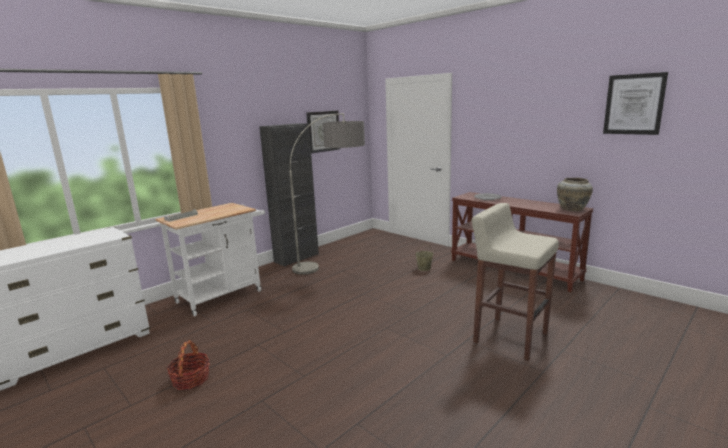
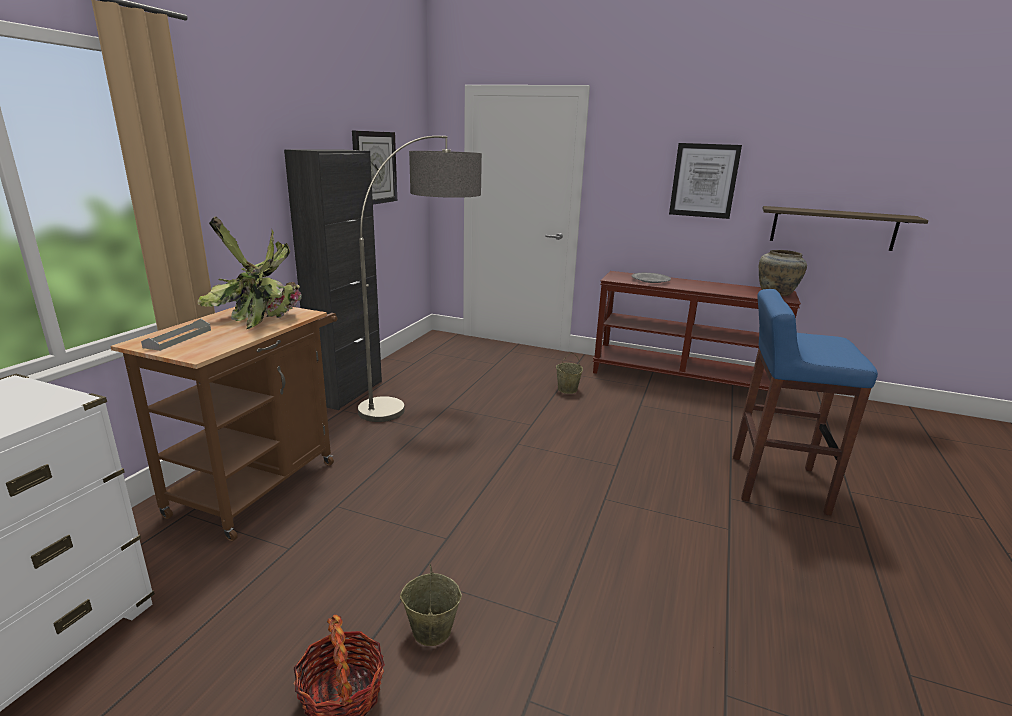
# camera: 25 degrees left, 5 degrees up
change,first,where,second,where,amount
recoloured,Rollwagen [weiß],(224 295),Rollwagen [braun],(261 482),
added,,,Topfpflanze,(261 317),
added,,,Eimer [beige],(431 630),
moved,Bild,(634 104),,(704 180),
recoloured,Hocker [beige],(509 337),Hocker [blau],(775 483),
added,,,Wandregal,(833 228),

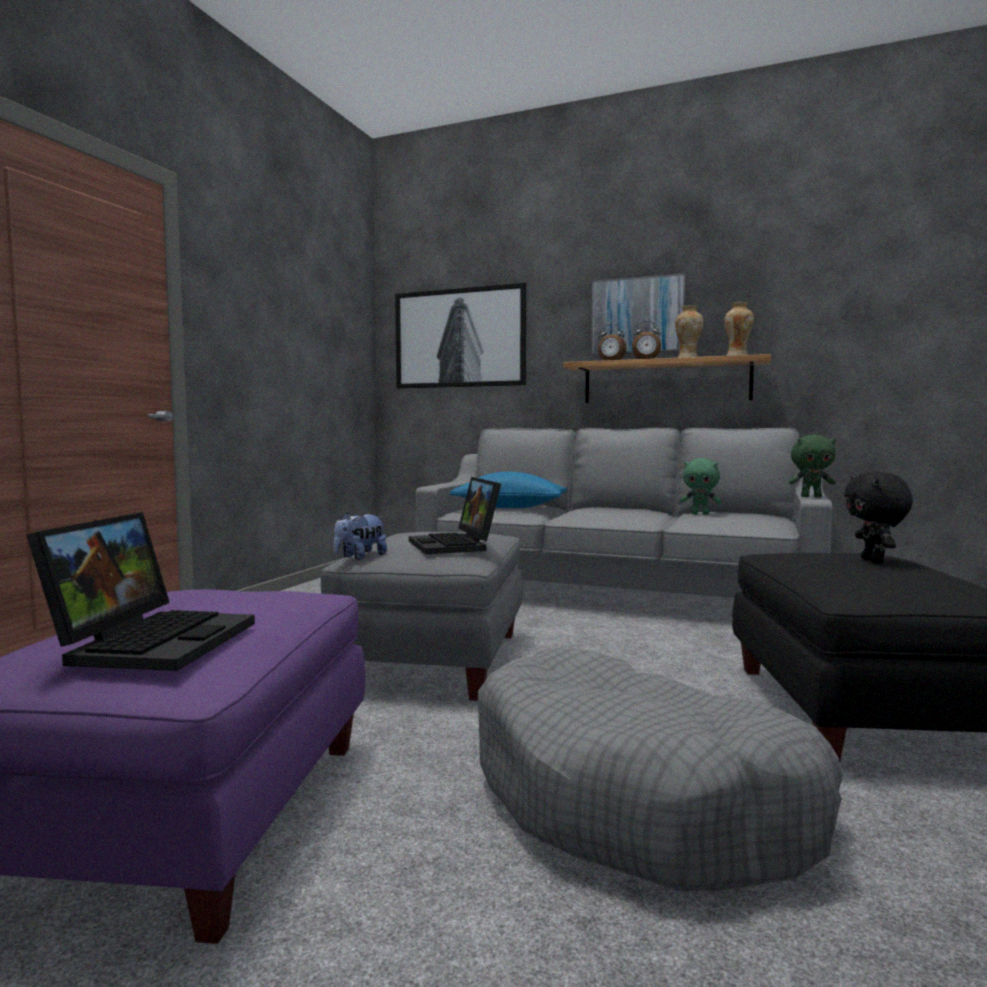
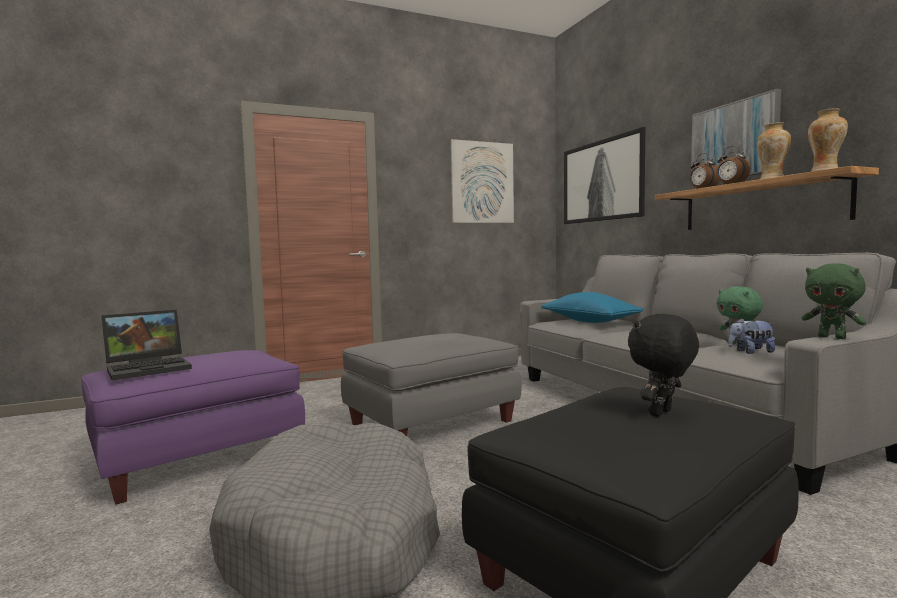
# camera: 45 degrees right, 0 degrees up
change,first,where,second,where,amount
added,,,Bild,(482 182),
moved,Plüschtier,(360 557),,(750 352),
removed,Laptop,(456 545),,,

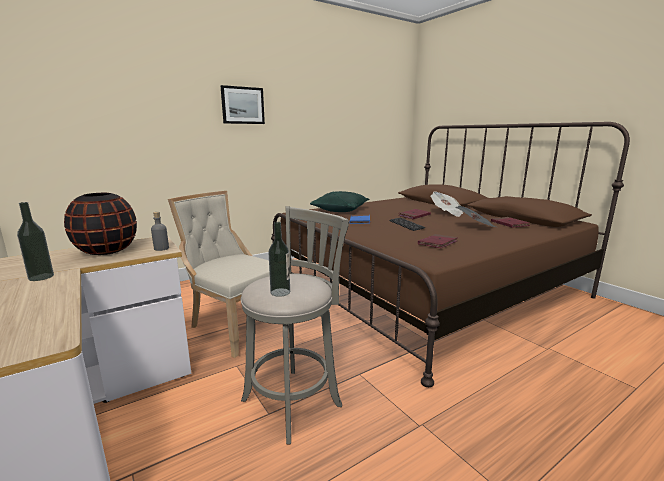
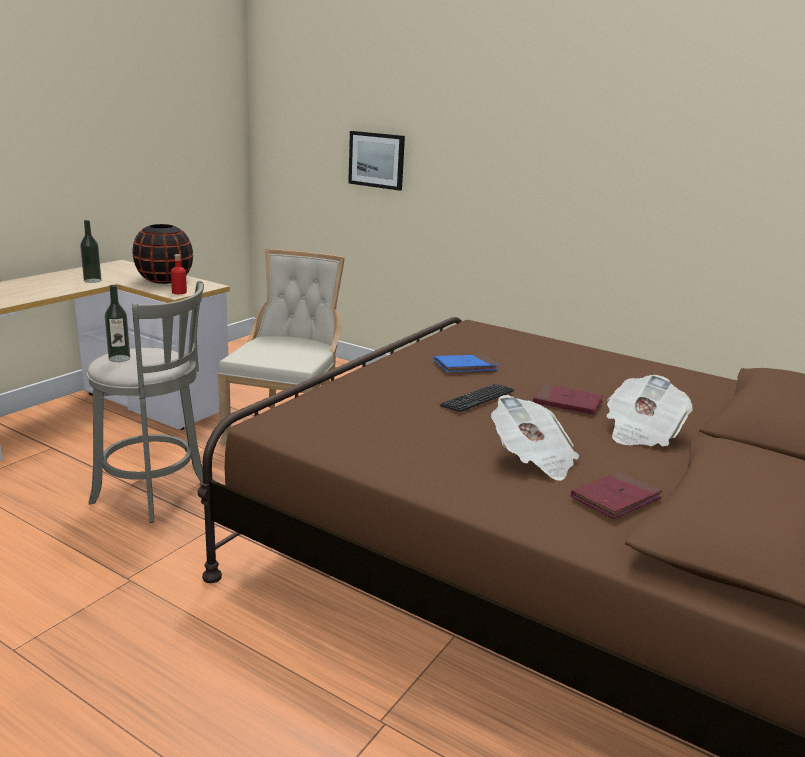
# camera: 65 degrees right, 5 degrees up
change,first,where,second,where,amount
recoloured,Flasche [grau],(161 248),Flasche [rot],(179 292),
moved,Bild,(242 105),,(377 160),
removed,Kissen [grün],(340 210),,,
removed,Buch [rot],(437 243),,,

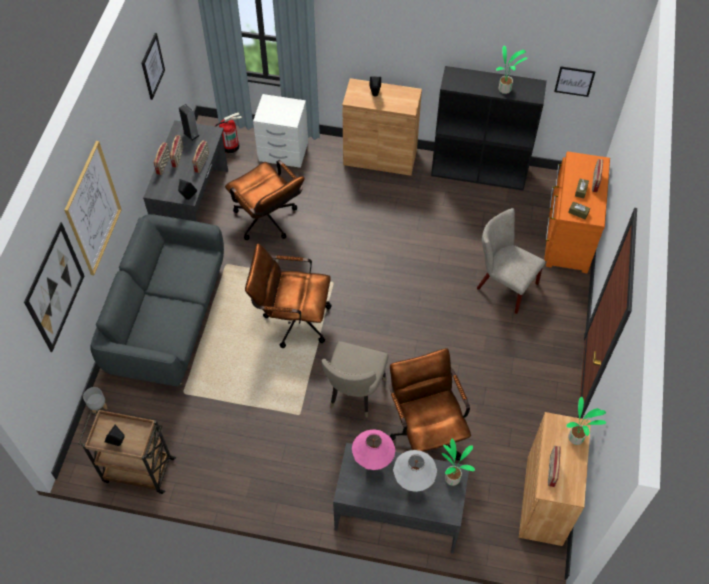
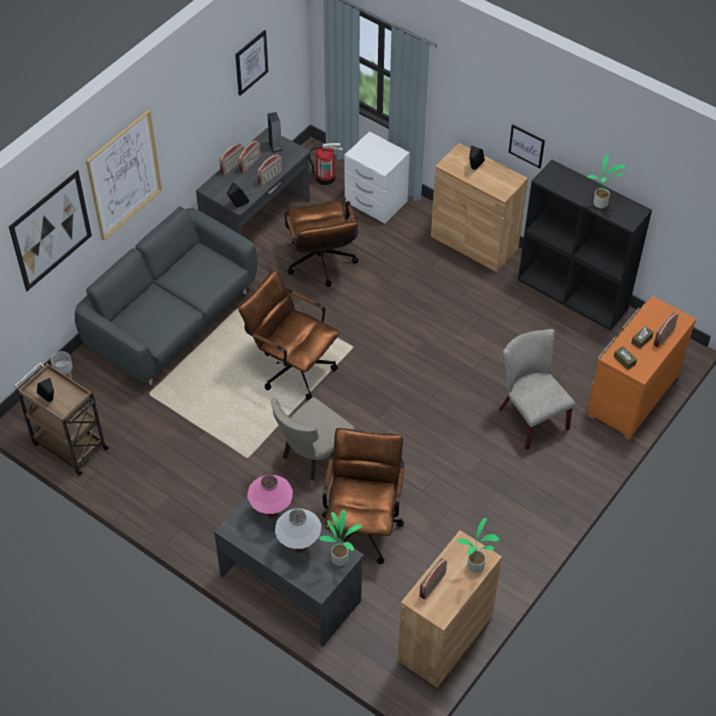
# camera: 25 degrees right, 5 degrees down
change,first,where,second,where,amount
moved,Bild,(574 81),,(526 146),

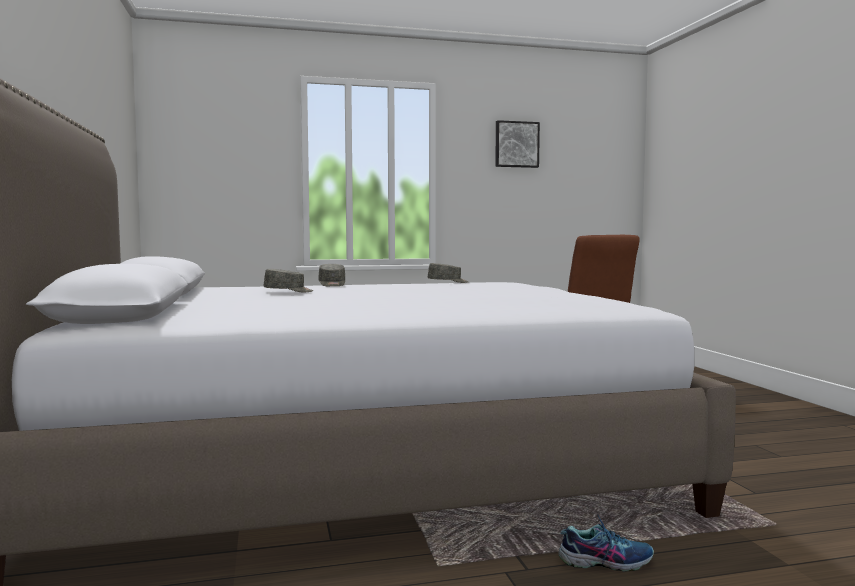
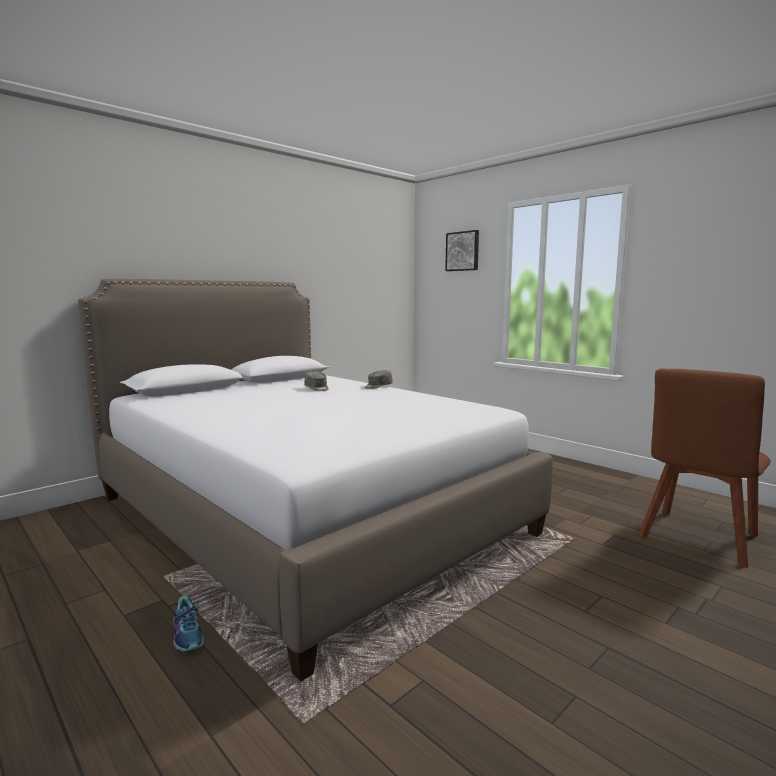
# camera: 60 degrees right, 5 degrees up
change,first,where,second,where,amount
moved,Bild,(516 144),,(463 251),
removed,Kappe [grau],(448 282),,,

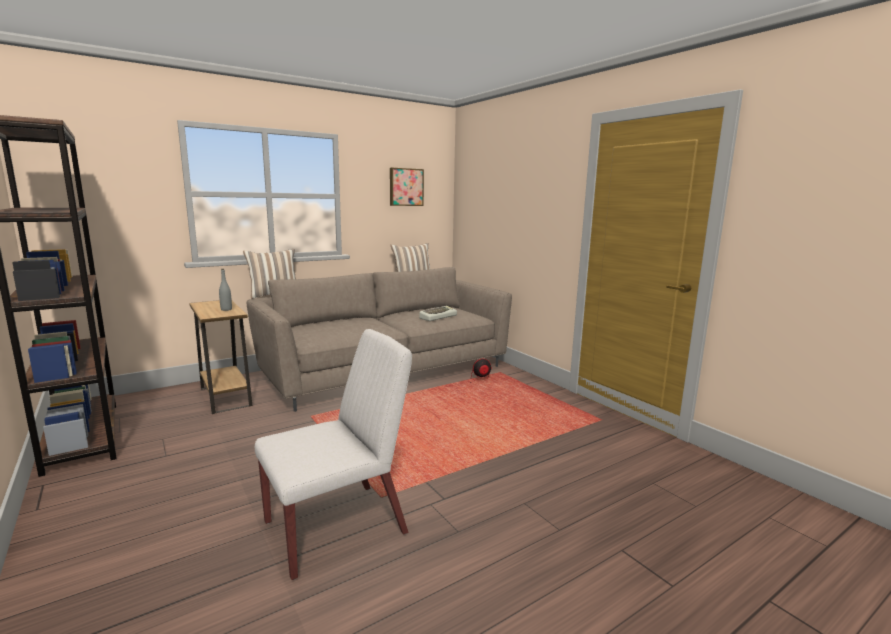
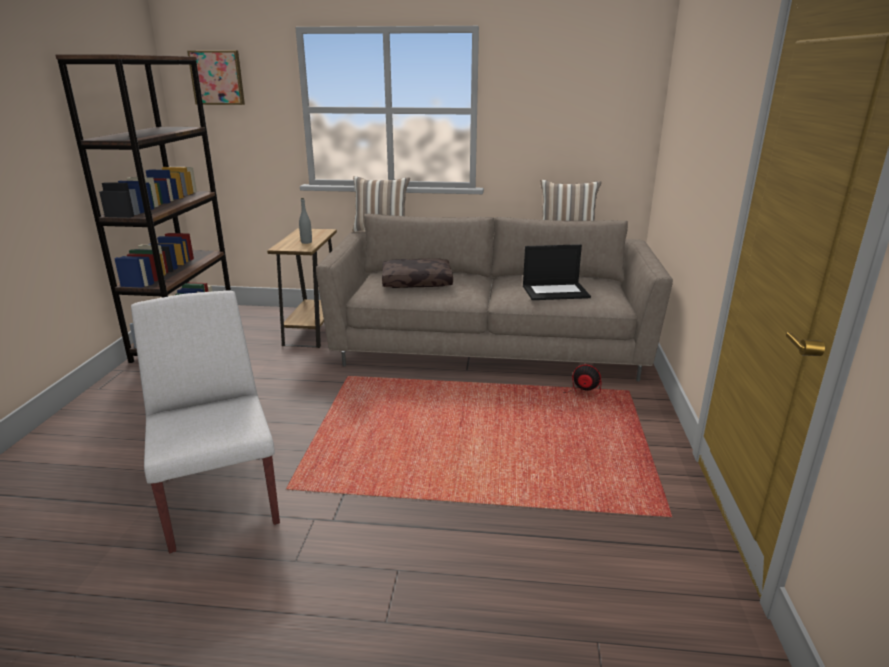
# camera: 40 degrees right, 10 degrees up
change,first,where,second,where,amount
turned,Stuhl [weiß],(337 527),,(220 499),120 degrees counterclockwise
moved,Bild,(405 187),,(217 77),
added,,,Kissen [braun],(417 282),
replaced,Tastatur,(438 316),Laptop,(556 291),

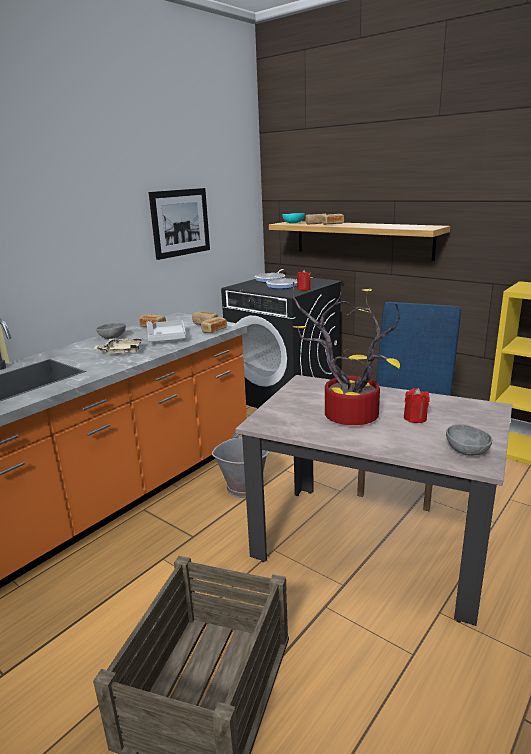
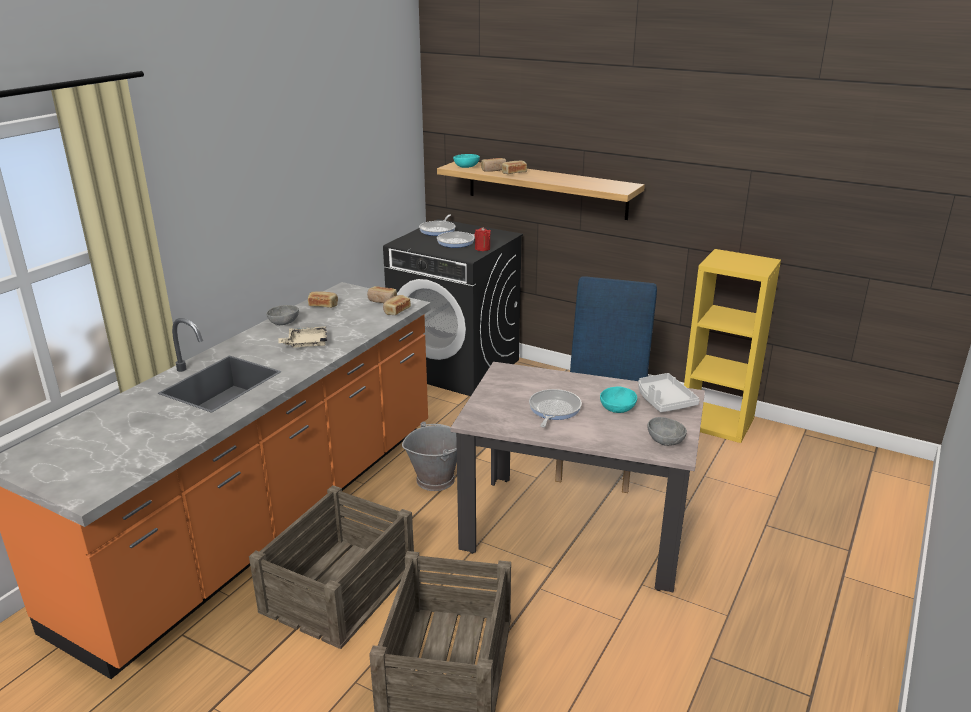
# camera: 10 degrees left, 5 degrees up
change,first,where,second,where,amount
added,,,Kiste,(338 588),
replaced,Topfpflanze,(345 416),Pfanne,(553 410),
replaced,Kerze [rot],(415 418),Schüssel [türkis],(618 409),
moved,Tablett [grau],(167 338),,(663 400),
removed,Bild,(180 222),,,

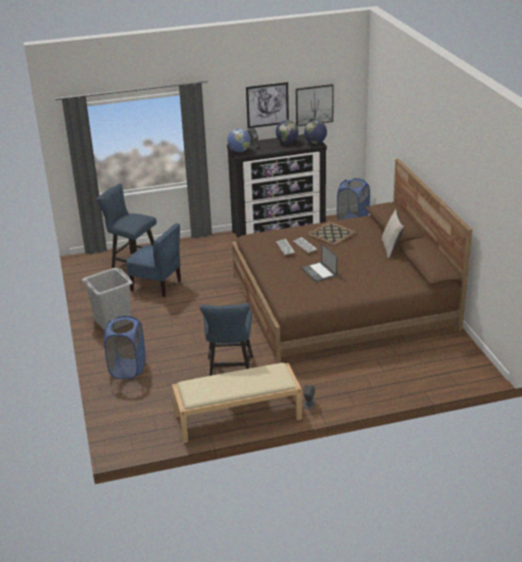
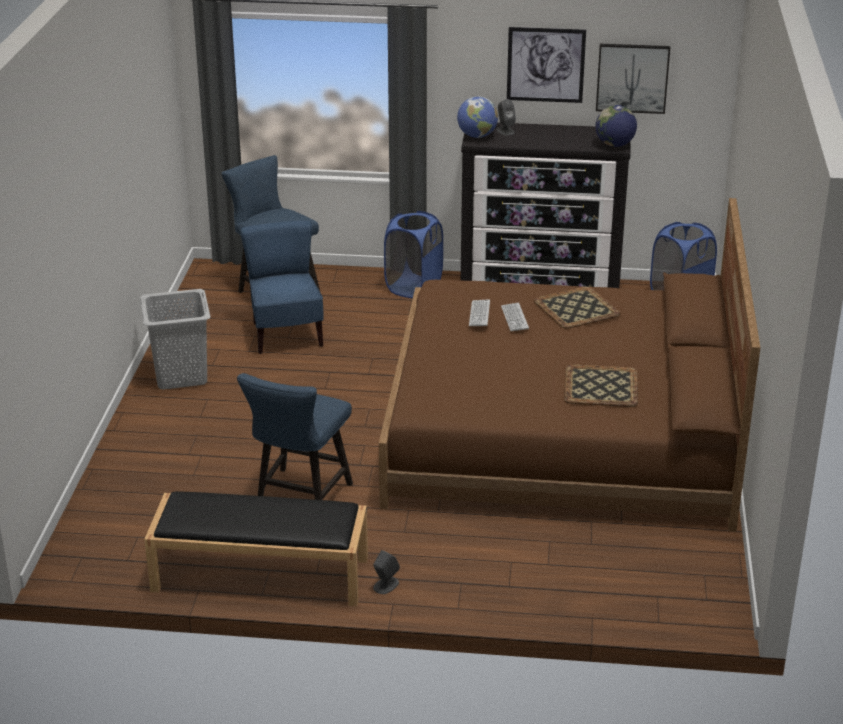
# camera: 20 degrees right, 0 degrees up
change,first,where,second,where,amount
recoloured,Bank [beige],(237 417),Bank [schwarz],(259 575),
turned,Stuhl [blau],(157 285),,(285 335),150 degrees counterclockwise
moved,Wäschekorb [blau],(127 369),,(413 287),
added,,,Tablett,(600 387),
removed,Globus,(287 142),,,
removed,Laptop,(319 272),,,
removed,Kissen [beige],(391 249),,,

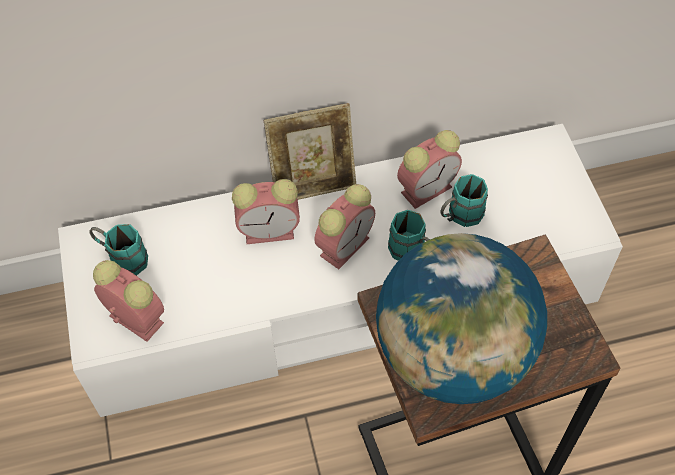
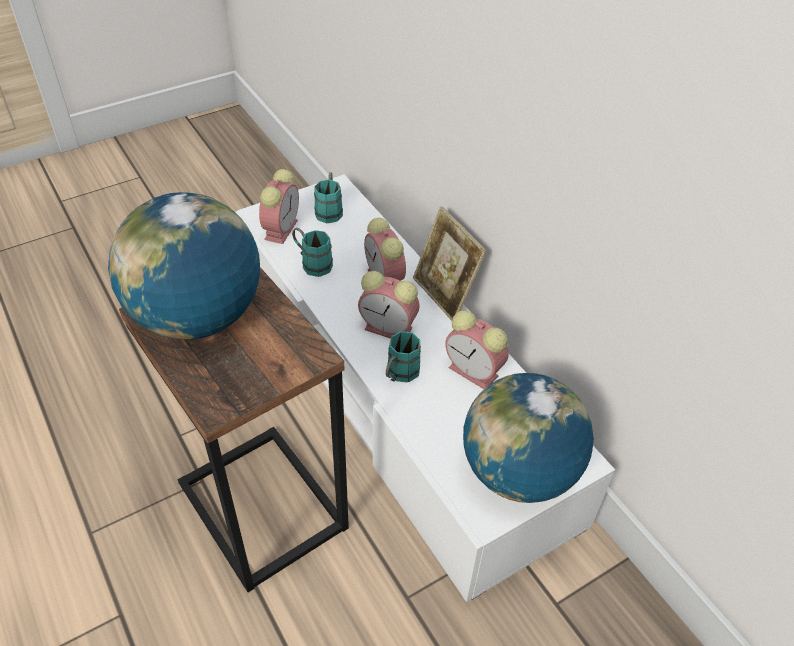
# camera: 70 degrees right, 10 degrees down
change,first,where,second,where,amount
moved,Henkelbecher [türkis],(459 216),,(312 263),
added,,,Globus,(518 472),

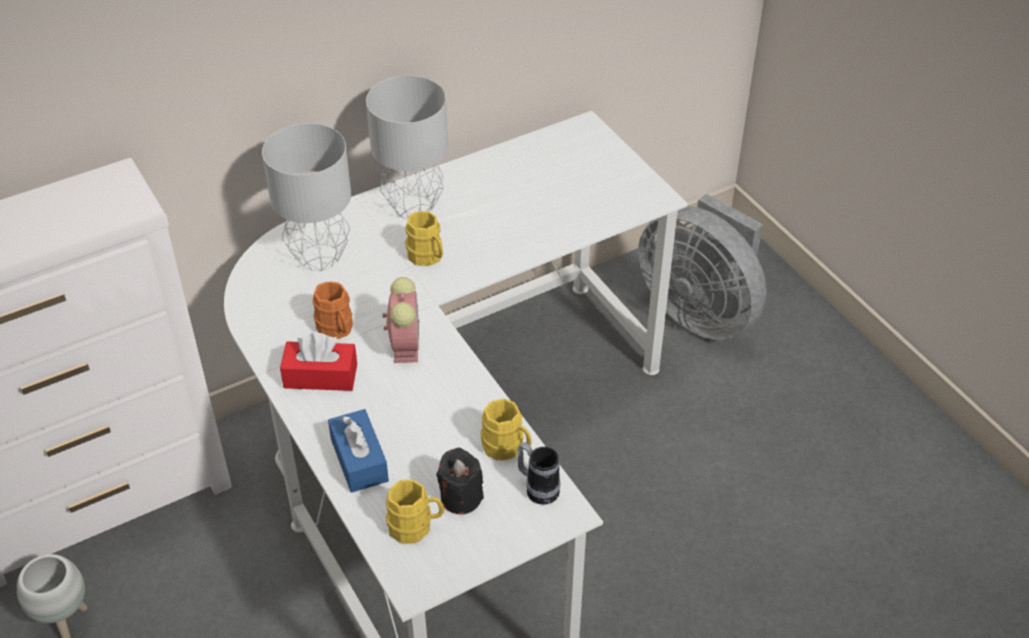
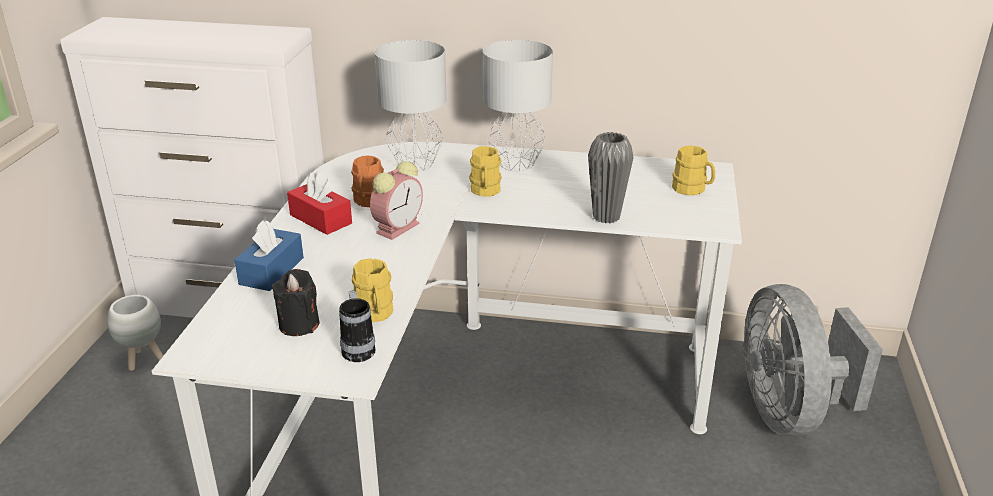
# camera: 40 degrees right, 15 degrees down
change,first,where,second,where,amount
added,,,Vase [grau],(606 217),
moved,Henkelbecher [gelb],(416 527),,(692 190),

